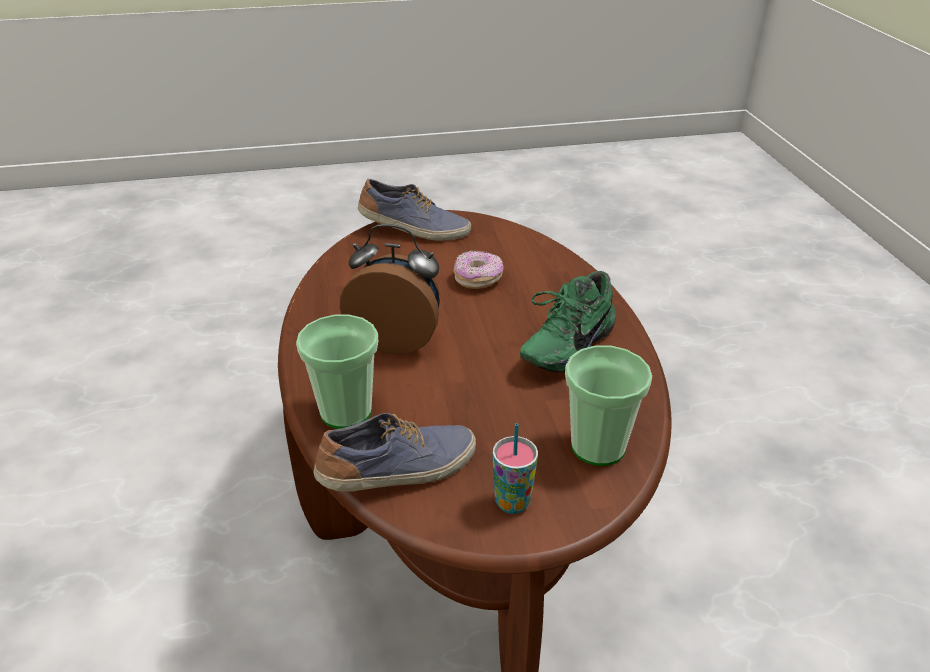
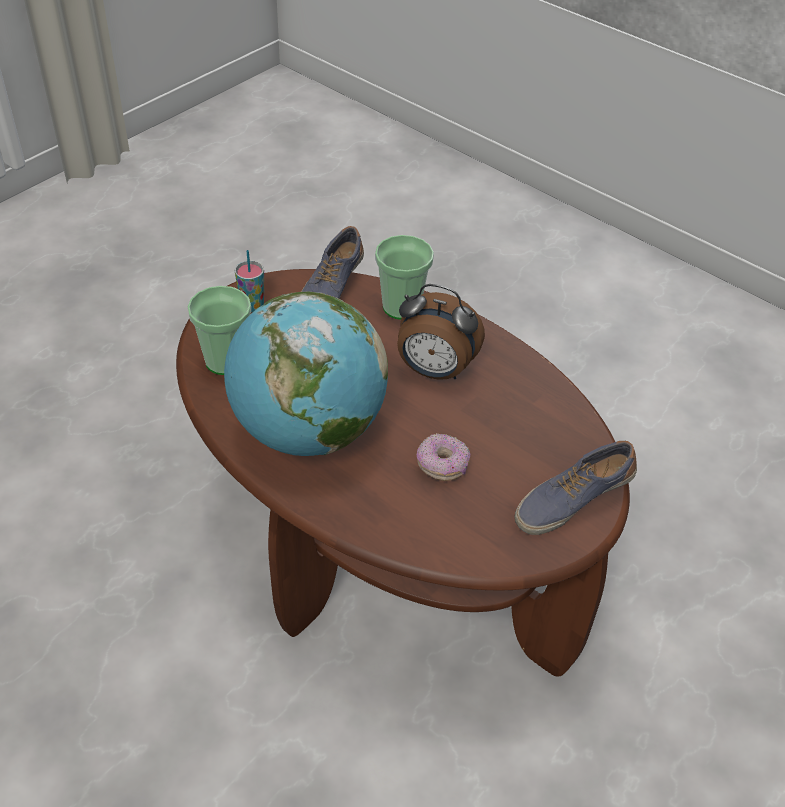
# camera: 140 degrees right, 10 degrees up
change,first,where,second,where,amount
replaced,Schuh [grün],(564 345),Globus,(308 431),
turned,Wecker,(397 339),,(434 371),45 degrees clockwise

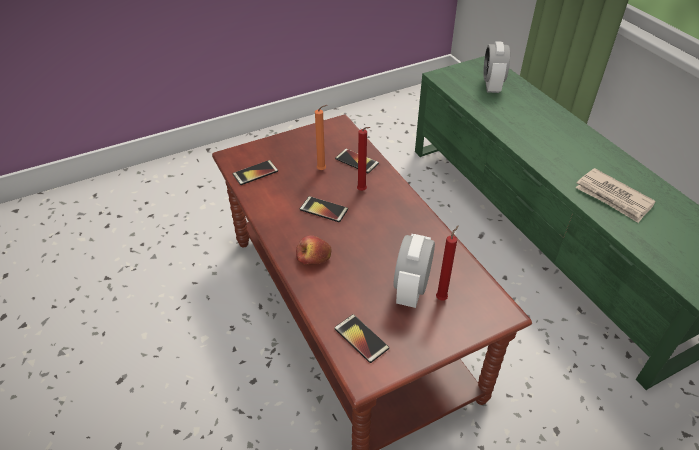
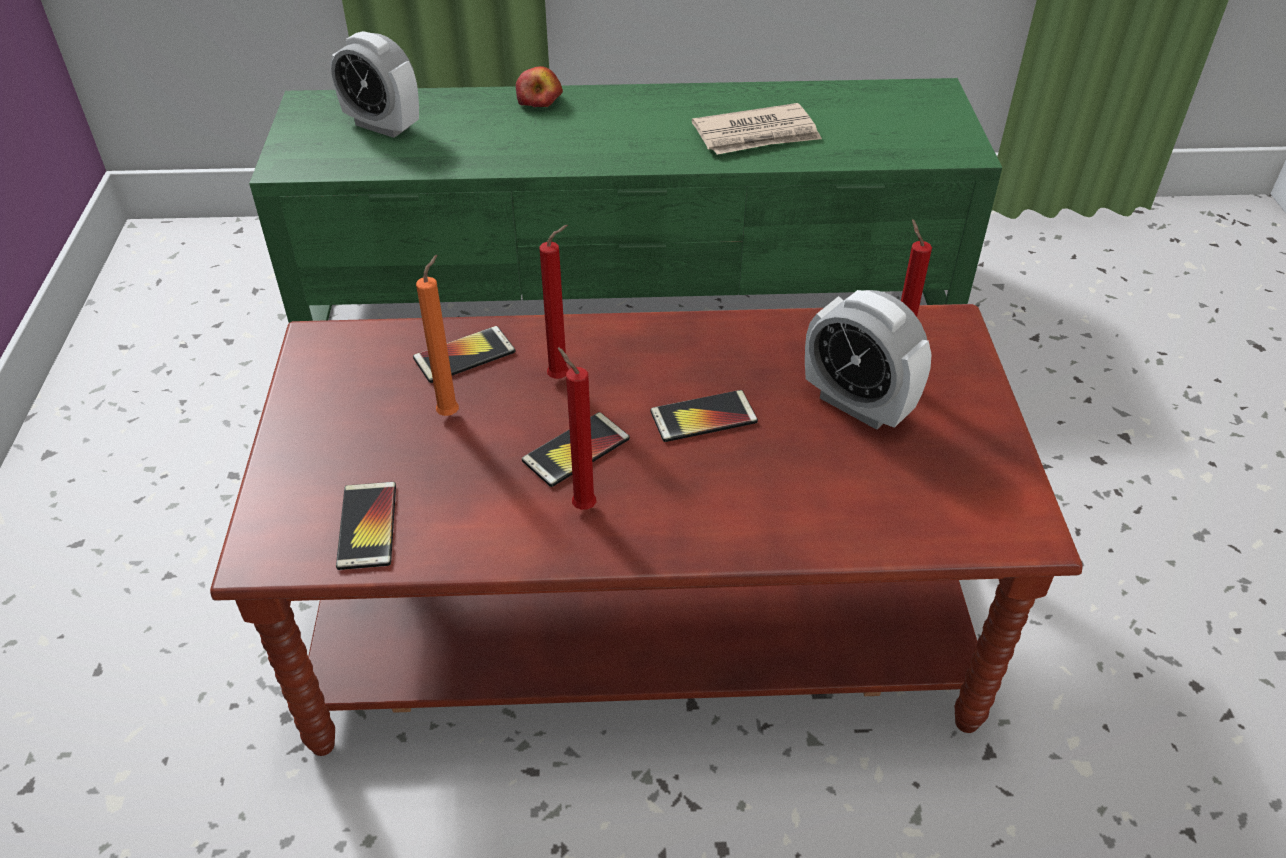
# camera: 65 degrees left, 0 degrees up
change,first,where,second,where,amount
moved,Apfel,(313 257),,(540 101),
added,,,Kerze [rot],(581 505),
moved,Handy,(361 338),,(703 417),

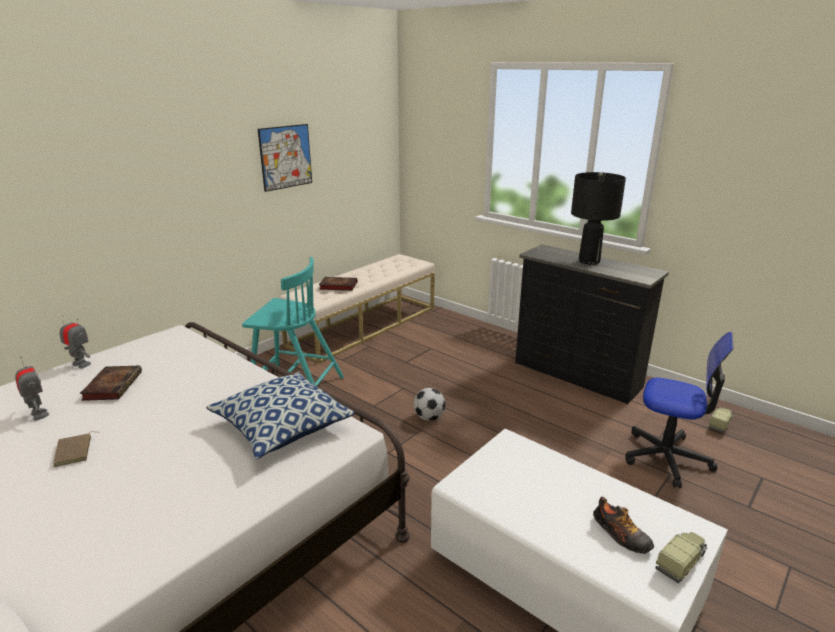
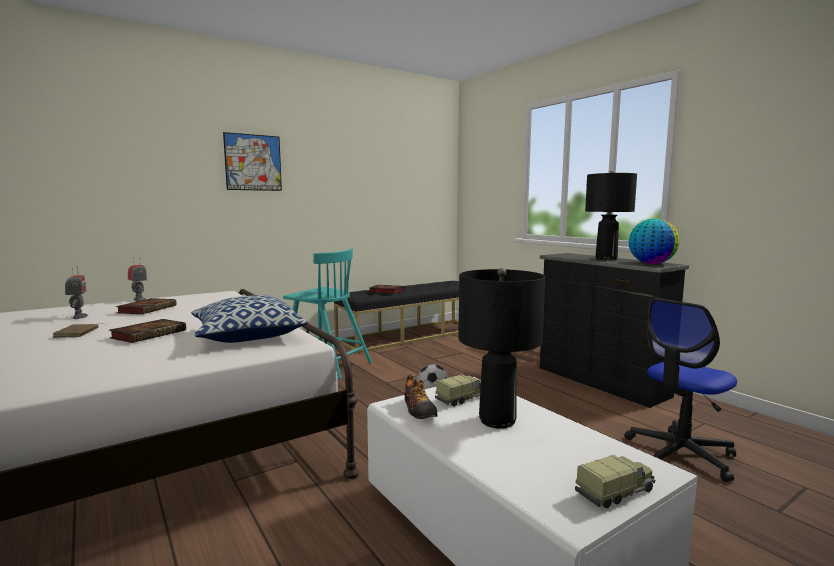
# camera: 15 degrees right, 15 degrees down
change,first,where,second,where,amount
added,,,Buch,(150 334),
moved,Bild,(286 157),,(253 162),
recoloured,Bank [beige],(364 326),Bank [schwarz],(411 335),
moved,Schuh,(621 535),,(418 410),
moved,Spielzeuglaster,(720 424),,(463 398),
added,,,Tischlampe [schwarz],(496 420),
turned,Bürostuhl,(667 458),,(680 454),105 degrees clockwise
added,,,Globus,(651 264),

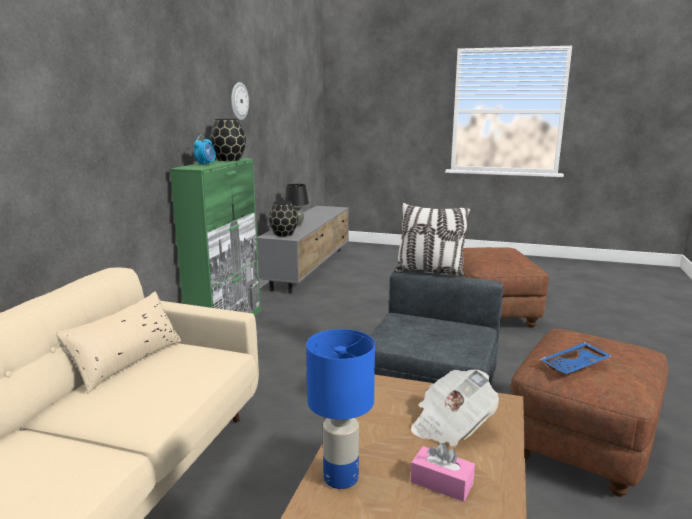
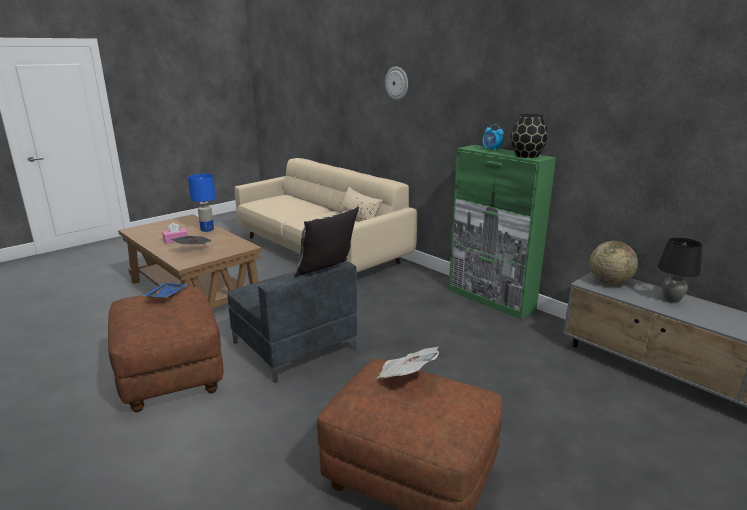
# camera: 120 degrees right, 5 degrees up
change,first,where,second,where,amount
added,,,Zeitung,(406 377),
moved,Wanduhr,(239 101),,(397 83),
replaced,Vase [schwarz],(283 234),Globus,(609 282),

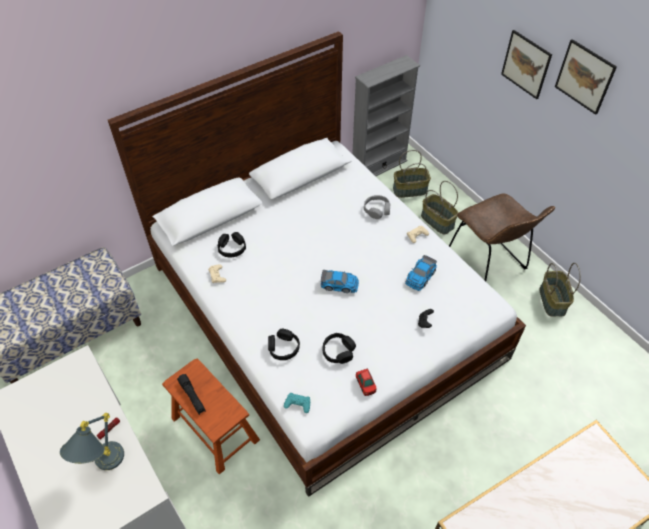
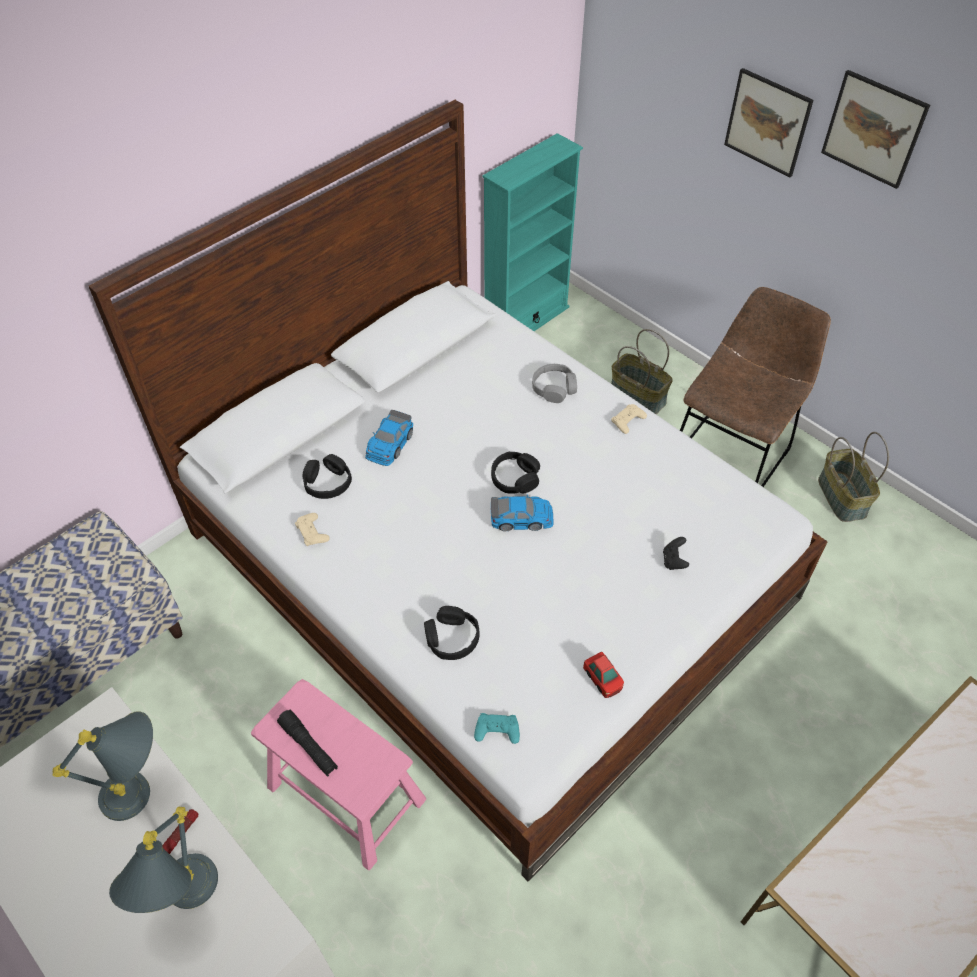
# camera: 10 degrees left, 0 degrees up
change,first,where,second,where,amount
added,,,Tischlampe [grau],(144 792),
recoloured,Hocker [braun],(215 428),Hocker [rosa],(346 793),
moved,Spielzeugauto,(420 276),,(390 444),
recoloured,Bücherregal [grau],(379 166),Bücherregal [türkis],(526 321),
moved,Kopfhörer [schwarz],(338 351),,(515 478),
turned,Stuhl [braun],(489 264),,(732 453),105 degrees counterclockwise
removed,Korb,(410 190),,,

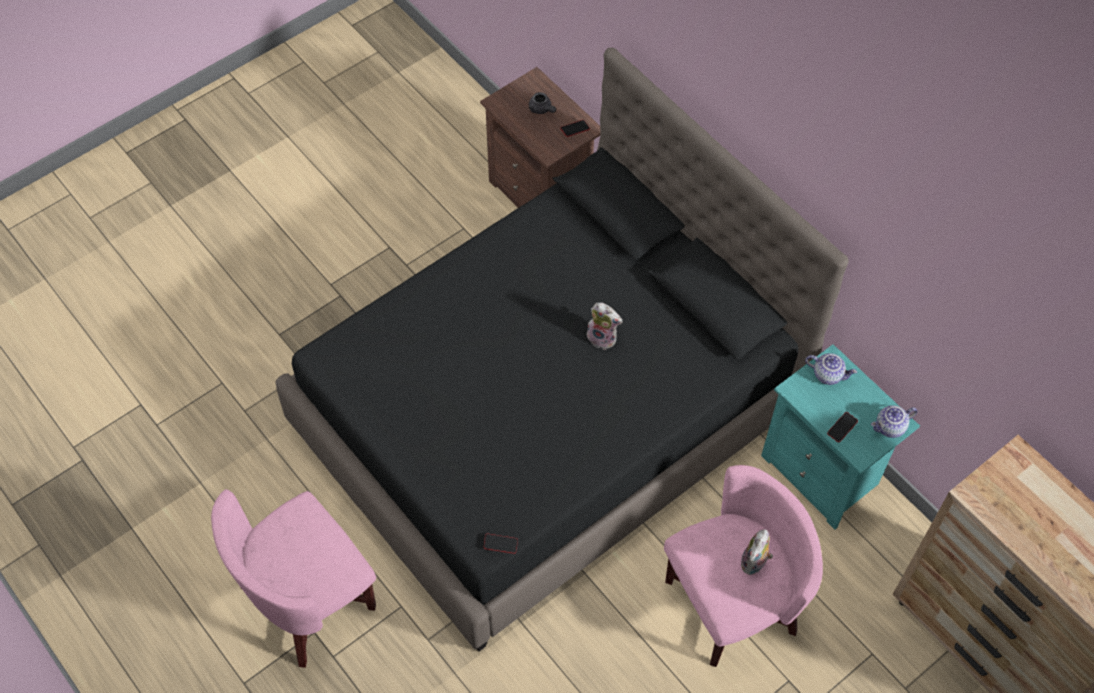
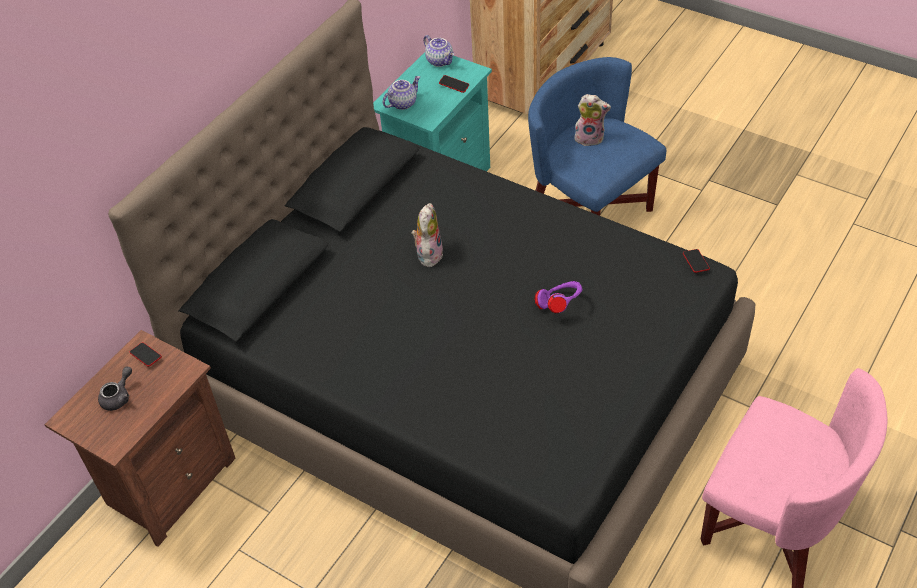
# camera: 105 degrees left, 10 degrees down
change,first,where,second,where,amount
turned,Teekanne,(828 374),,(402 103),45 degrees clockwise
recoloured,Sessel [rosa],(731 603),Sessel [blau],(591 212),
added,,,Kopfhörer [lila],(559 305),

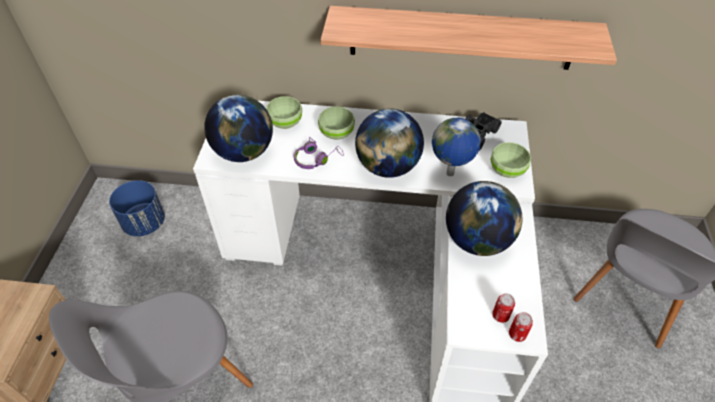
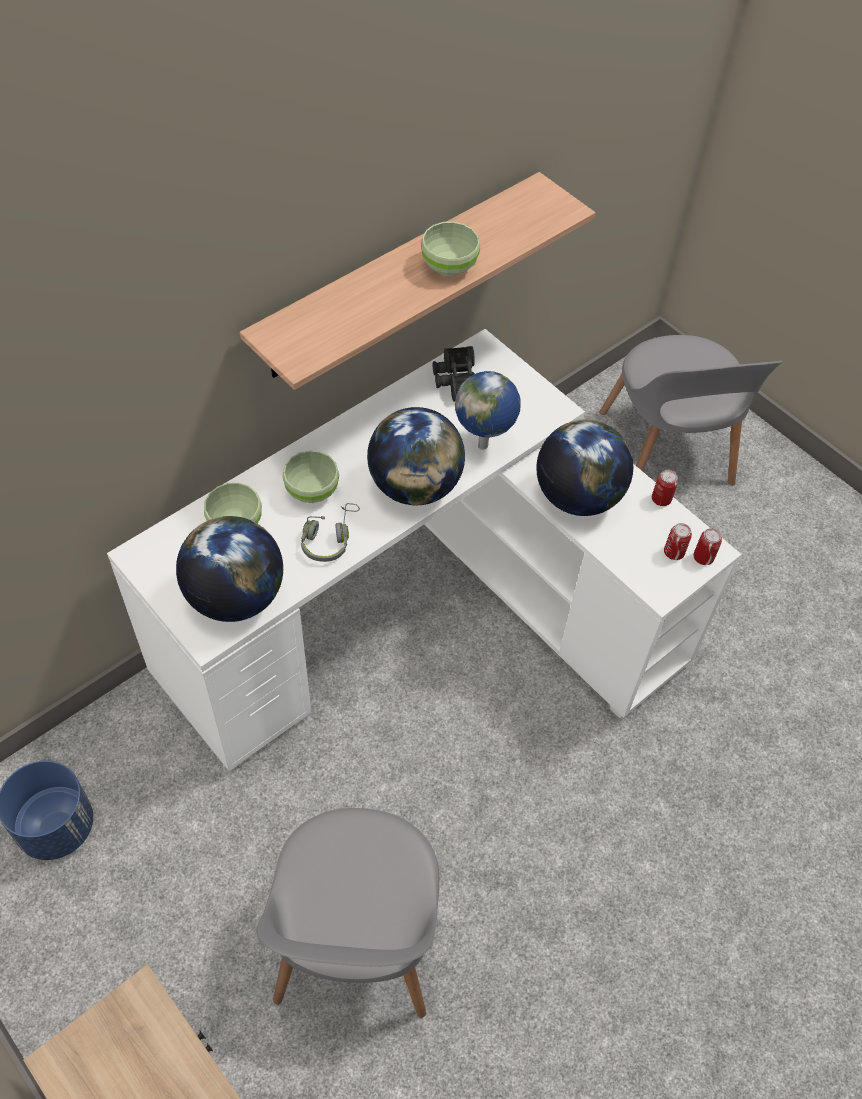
# camera: 50 degrees left, 5 degrees up
change,first,where,second,where,amount
recoloured,Kopfhörer [lila],(316 159),Kopfhörer [grau],(329 538),
moved,Schüssel [grün],(507 170),,(449 266),
added,,,Dose,(661 499),

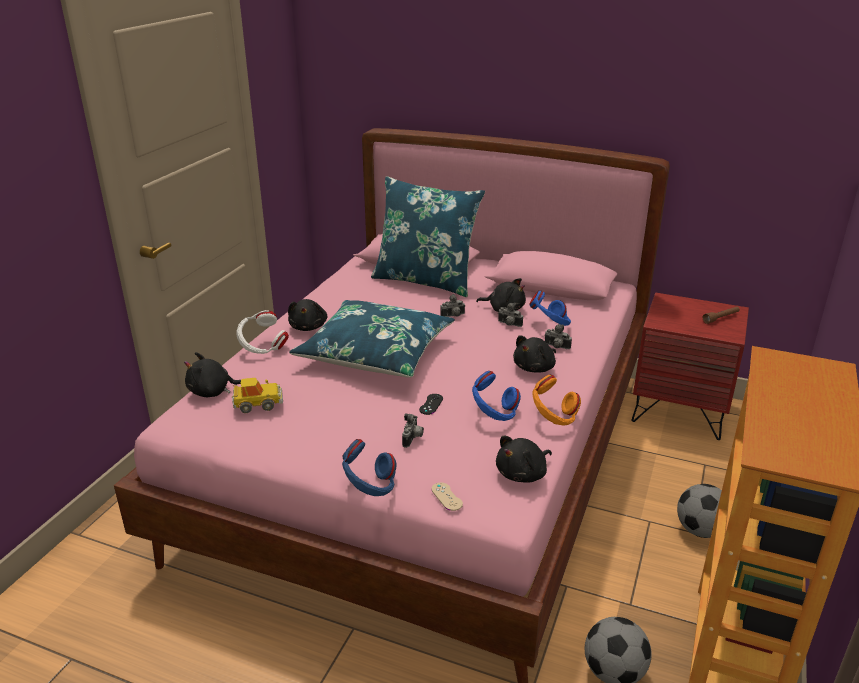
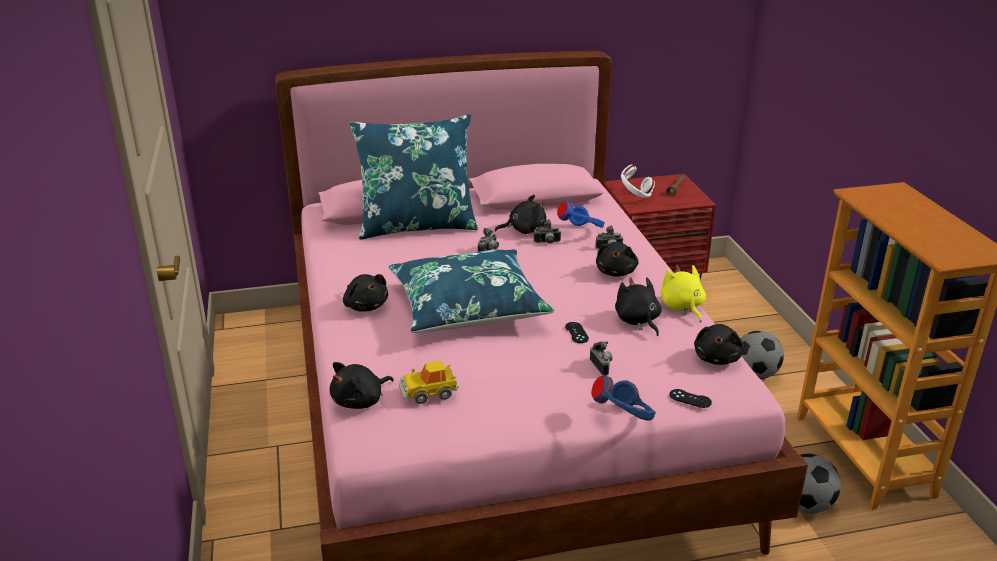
# camera: 35 degrees left, 0 degrees up
change,first,where,second,where,amount
turned,Spielzeugauto,(258 404),,(429 392),150 degrees counterclockwise
replaced,Kopfhörer [blau],(494 414),Plüschtier [schwarz],(638 321),
moved,Kopfhörer [weiß],(262 348),,(635 196),
replaced,Kopfhörer [orange],(553 418),Plüschtier [gelb],(682 307),
recoloured,Gamepad [beige],(446 496),Gamepad [schwarz],(690 398),

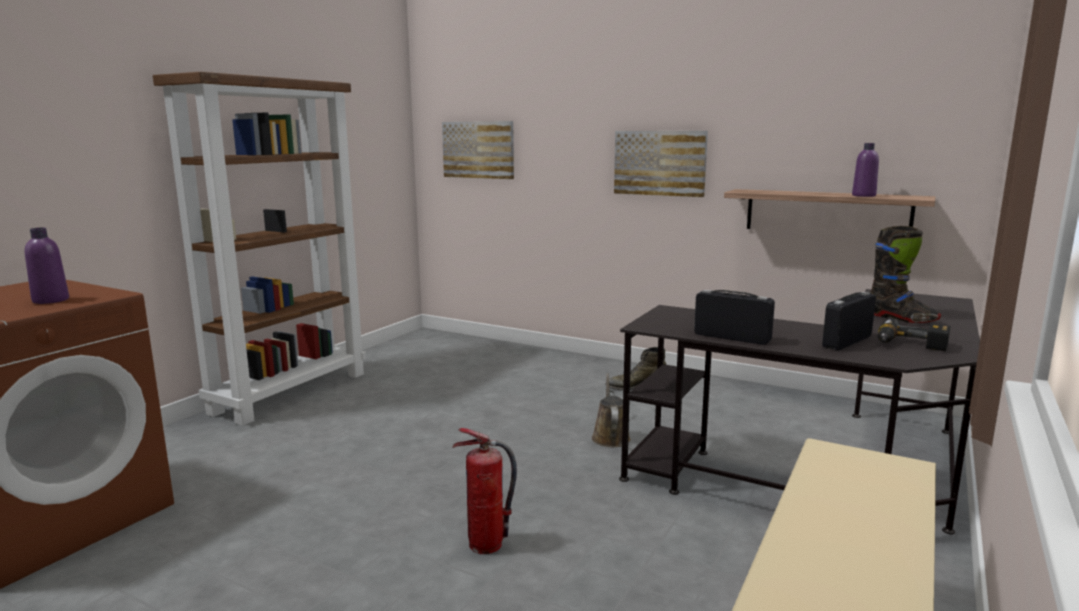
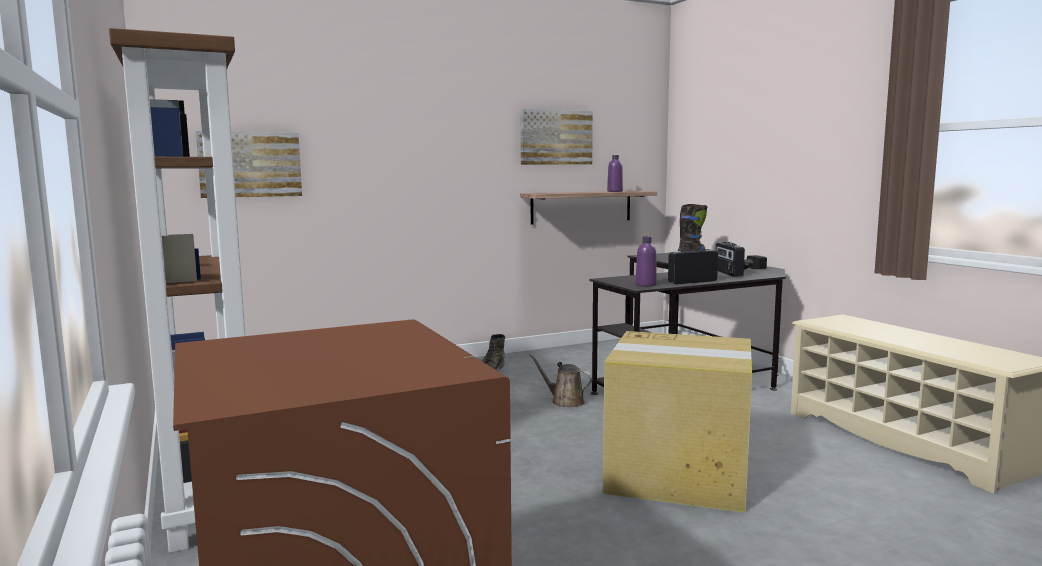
# camera: 55 degrees left, 5 degrees down
change,first,where,second,where,amount
moved,Bild,(660 163),,(555 137),
replaced,Feuerlöscher,(486 545),Karton,(680 474),
moved,Flasche [lila],(51 300),,(645 285),

